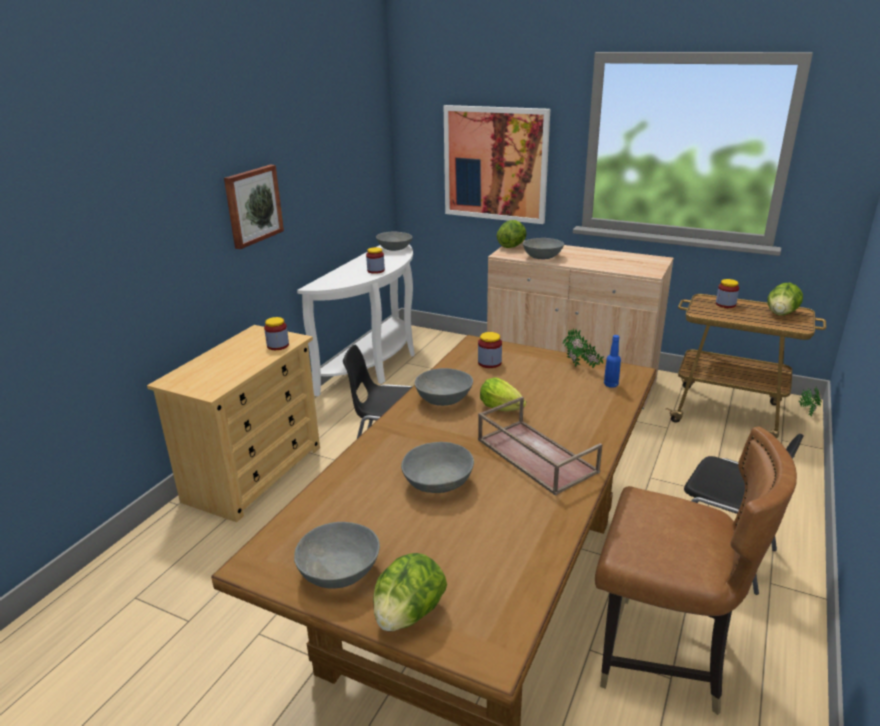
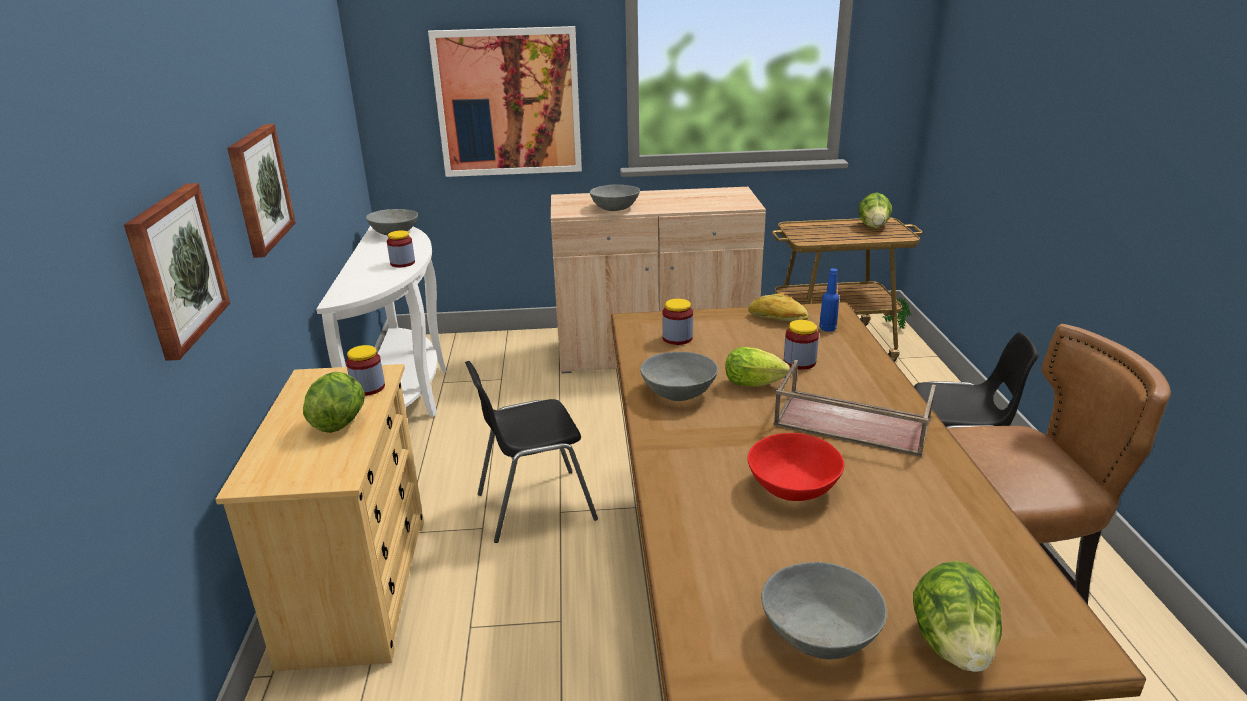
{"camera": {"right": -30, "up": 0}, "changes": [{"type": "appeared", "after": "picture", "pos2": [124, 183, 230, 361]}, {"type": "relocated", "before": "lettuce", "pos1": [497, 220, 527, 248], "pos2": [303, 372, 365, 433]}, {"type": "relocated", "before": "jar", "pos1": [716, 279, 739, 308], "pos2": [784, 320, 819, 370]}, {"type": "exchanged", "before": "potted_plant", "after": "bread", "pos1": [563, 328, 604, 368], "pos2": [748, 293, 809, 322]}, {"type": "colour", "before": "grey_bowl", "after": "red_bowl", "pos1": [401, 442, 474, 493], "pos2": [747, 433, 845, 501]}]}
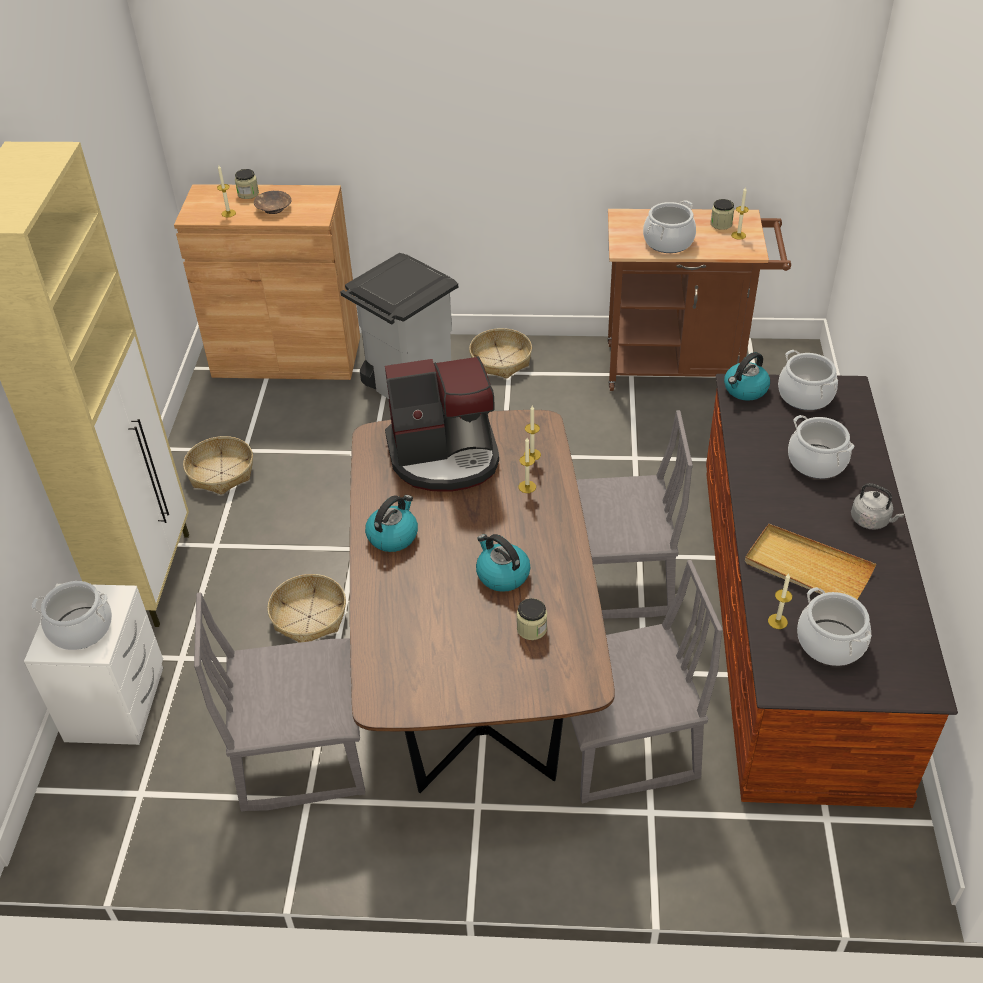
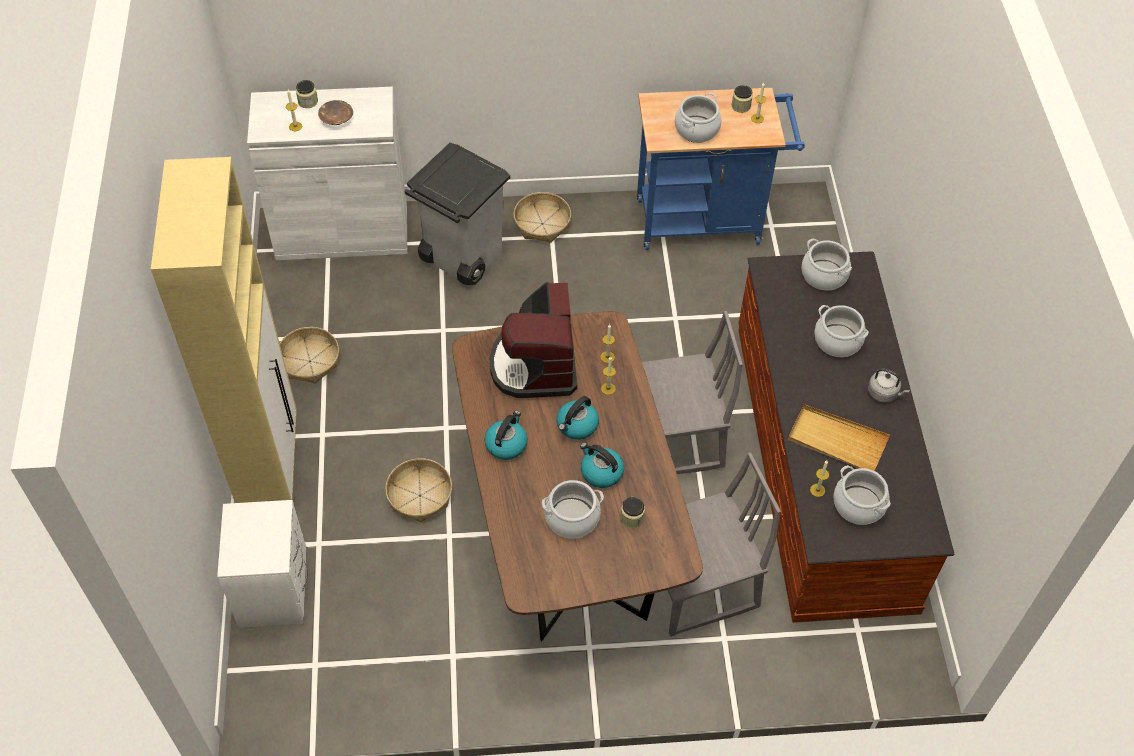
{"camera": {"right": -10, "up": 10}, "changes": [{"type": "missing", "before": "grey_chair", "pos1": [194, 592, 365, 812]}, {"type": "relocated", "before": "cooking_pot", "pos1": [32, 581, 112, 650], "pos2": [542, 480, 604, 539]}, {"type": "relocated", "before": "kettle", "pos1": [724, 352, 770, 401], "pos2": [556, 396, 599, 440]}, {"type": "colour", "before": "brown_cabinet", "after": "white_cabinet", "pos1": [174, 184, 360, 380], "pos2": [247, 87, 407, 260]}, {"type": "colour", "before": "brown_cart", "after": "blue_cart", "pos1": [608, 209, 791, 391], "pos2": [637, 88, 805, 250]}, {"type": "spun", "before": "coffee_machine", "pos1": [385, 356, 499, 492], "pos2": [490, 282, 577, 398], "turn": 105}]}
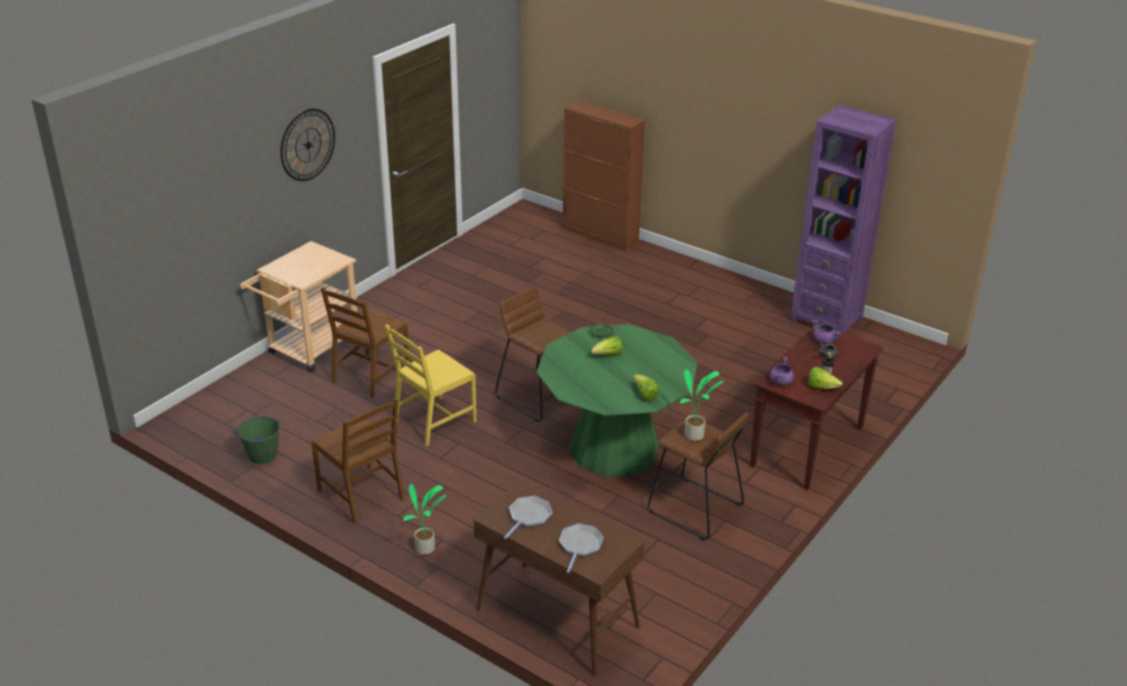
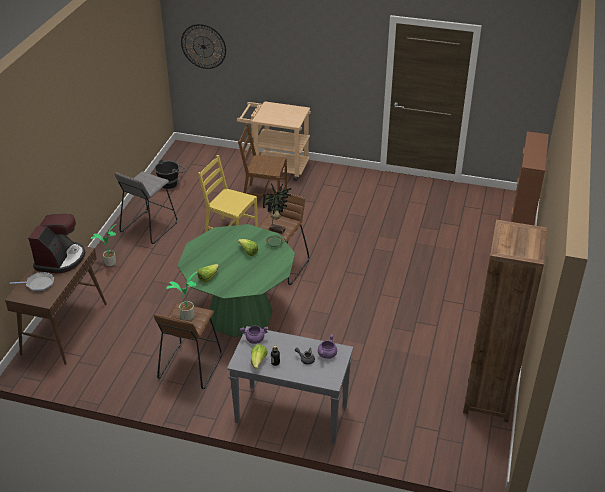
{"camera": {"right": 70, "up": 5}, "changes": [{"type": "appeared", "after": "potted_plant", "pos2": [263, 183, 291, 234]}, {"type": "relocated", "before": "wall_clock", "pos1": [281, 109, 335, 181], "pos2": [181, 24, 226, 69]}, {"type": "exchanged", "before": "brown_chair", "after": "grey_stool", "pos1": [311, 398, 405, 524], "pos2": [115, 171, 177, 244]}, {"type": "exchanged", "before": "frying_pan", "after": "coffee_machine", "pos1": [504, 496, 552, 539], "pos2": [28, 214, 85, 274]}, {"type": "colour", "before": "green_bucket", "after": "black_bucket", "pos1": [233, 416, 281, 464], "pos2": [154, 160, 186, 189]}, {"type": "colour", "before": "brown_console_table", "after": "grey_console_table", "pos1": [750, 324, 883, 491], "pos2": [227, 326, 353, 445]}, {"type": "colour", "before": "purple_bookcase", "after": "brown_bookcase", "pos1": [790, 105, 896, 333], "pos2": [463, 220, 547, 423]}]}
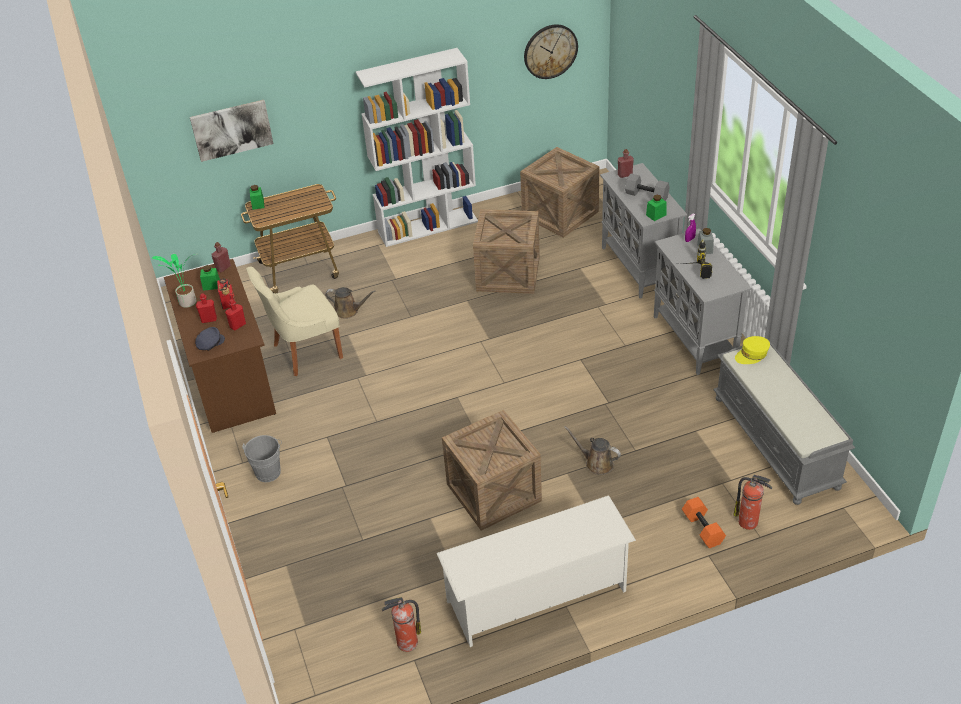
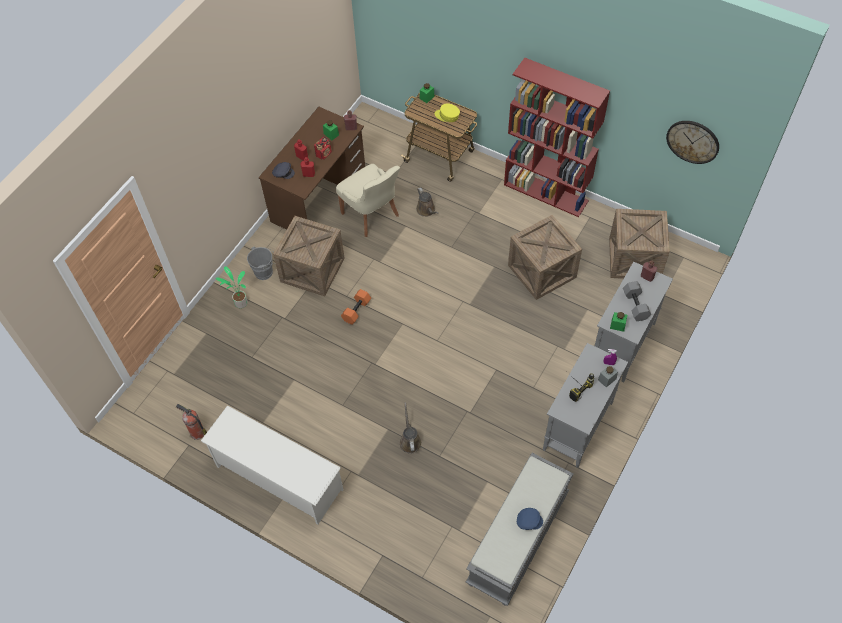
{"camera": {"right": 50, "up": 15}, "changes": [{"type": "missing", "before": "picture", "pos1": [190, 100, 274, 162]}, {"type": "missing", "before": "fire_extinguisher", "pos1": [734, 475, 772, 530]}, {"type": "appeared", "after": "blue_cap", "pos2": [517, 508, 543, 530]}, {"type": "relocated", "before": "potted_plant", "pos1": [152, 254, 196, 308], "pos2": [216, 266, 248, 308]}, {"type": "relocated", "before": "crate", "pos1": [442, 410, 542, 530], "pos2": [273, 216, 345, 296]}, {"type": "relocated", "before": "orange_dumbbell", "pos1": [682, 497, 726, 548], "pos2": [341, 289, 371, 325]}, {"type": "relocated", "before": "yellow_cap", "pos1": [735, 336, 770, 364], "pos2": [435, 103, 460, 122]}, {"type": "colour", "before": "white_bookcase", "after": "red_bookcase", "pos1": [356, 48, 478, 247], "pos2": [504, 58, 610, 217]}, {"type": "spun", "before": "beige_chair", "pos1": [246, 266, 343, 376], "pos2": [336, 164, 400, 237], "turn": -150}]}
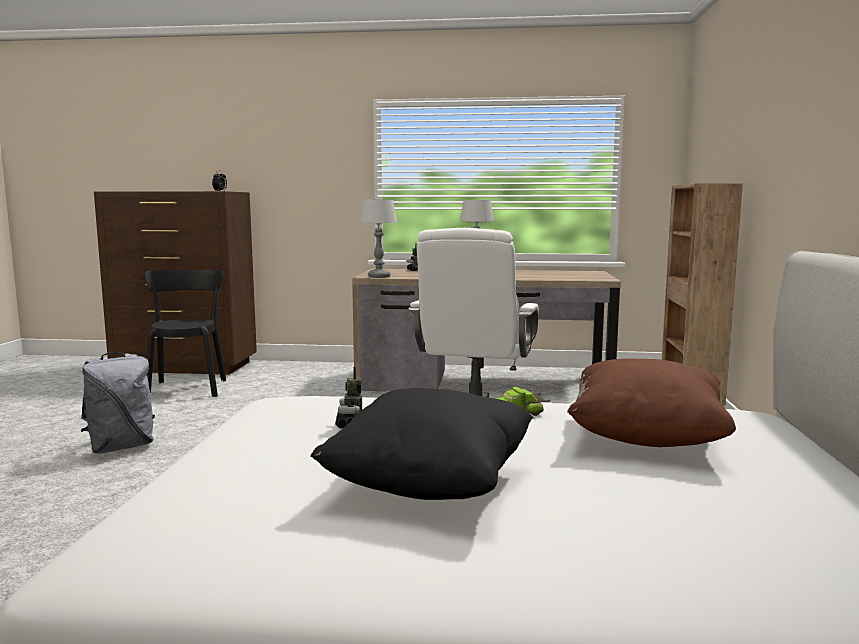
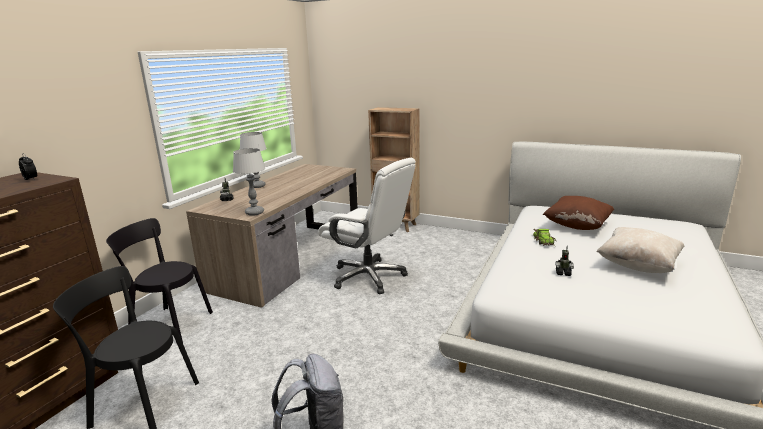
{"camera": {"right": -70, "up": 10}, "changes": [{"type": "appeared", "after": "black_chair", "pos2": [106, 218, 213, 343]}, {"type": "colour", "before": "black_pillow", "after": "beige_pillow", "pos1": [310, 388, 533, 500], "pos2": [596, 227, 684, 273]}]}
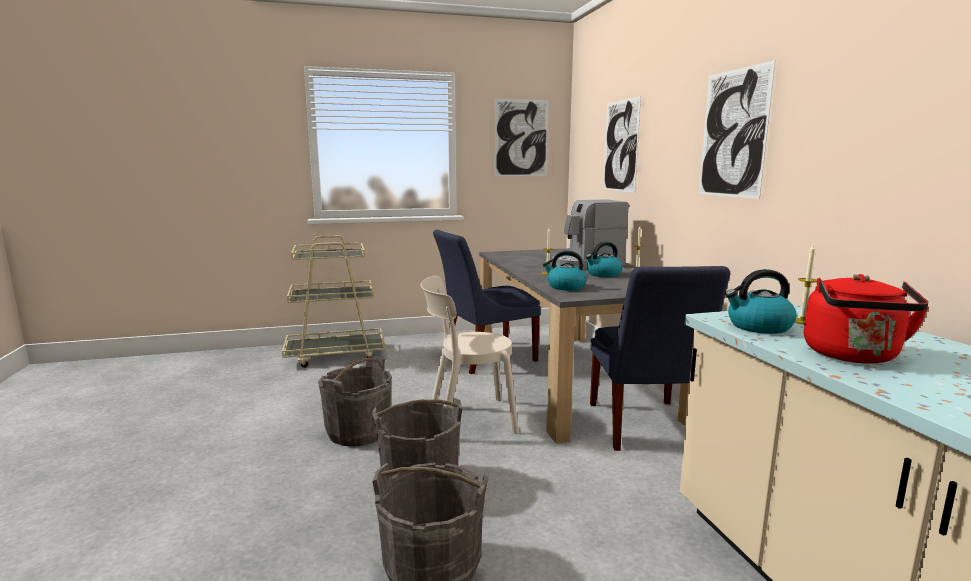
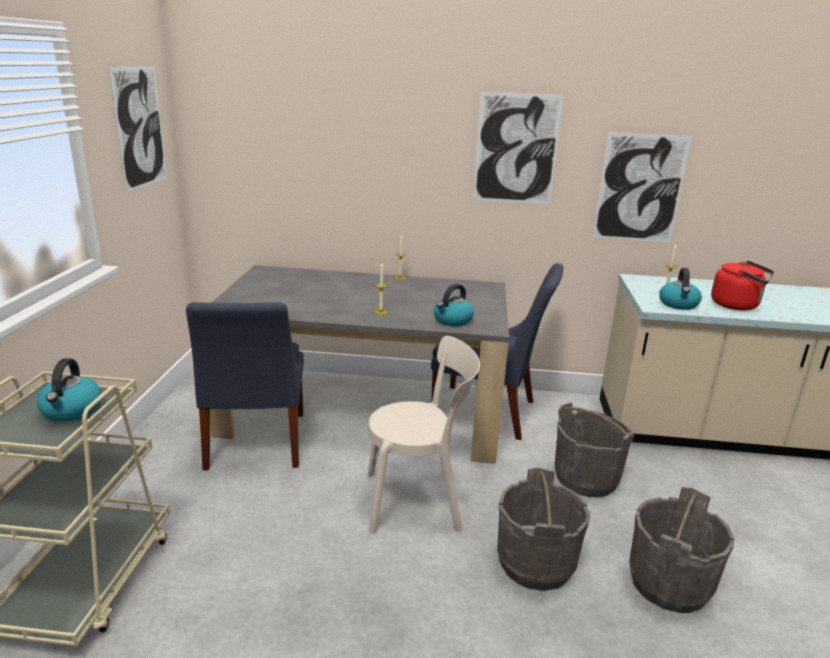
{"camera": {"right": -70, "up": 10}, "changes": [{"type": "missing", "before": "coffee_machine", "pos1": [552, 199, 629, 269]}, {"type": "relocated", "before": "grey_bucket", "pos1": [318, 356, 392, 446], "pos2": [555, 402, 636, 497]}, {"type": "relocated", "before": "kettle", "pos1": [586, 242, 623, 277], "pos2": [37, 358, 102, 422]}, {"type": "relocated", "before": "picture", "pos1": [603, 96, 641, 193], "pos2": [592, 132, 692, 242]}, {"type": "spun", "before": "beige_chair", "pos1": [421, 275, 519, 434], "pos2": [367, 336, 480, 534], "turn": -105}]}
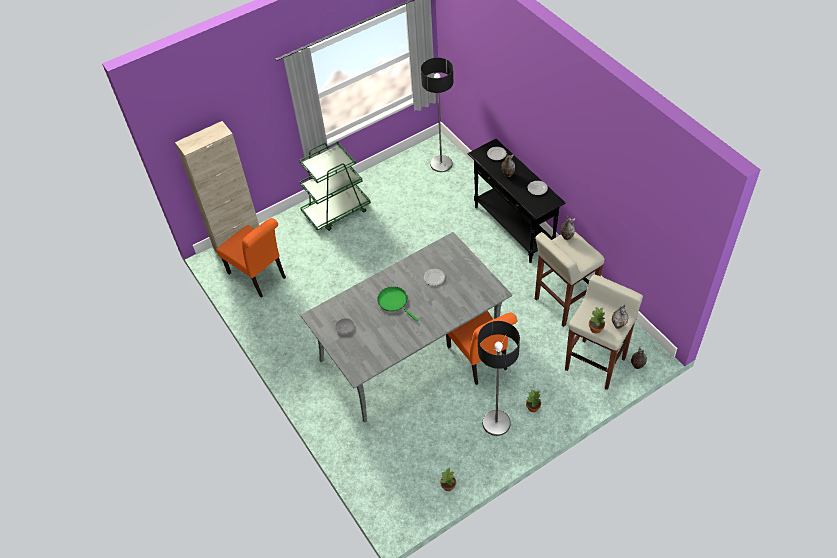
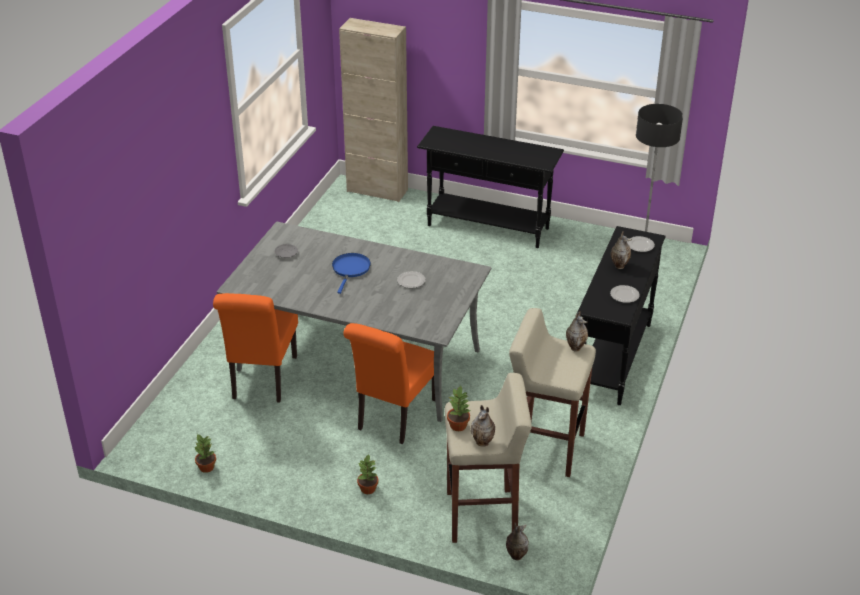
{"camera": {"right": 50, "up": -15}, "changes": [{"type": "missing", "before": "floor_lamp", "pos1": [478, 321, 520, 436]}, {"type": "relocated", "before": "orange_chair", "pos1": [216, 218, 286, 298], "pos2": [213, 293, 298, 403]}, {"type": "exchanged", "before": "green_cart", "after": "black_console_table", "pos1": [299, 141, 371, 231], "pos2": [417, 126, 564, 248]}, {"type": "colour", "before": "green_frying_pan", "after": "blue_frying_pan", "pos1": [377, 287, 419, 322], "pos2": [332, 253, 371, 294]}]}
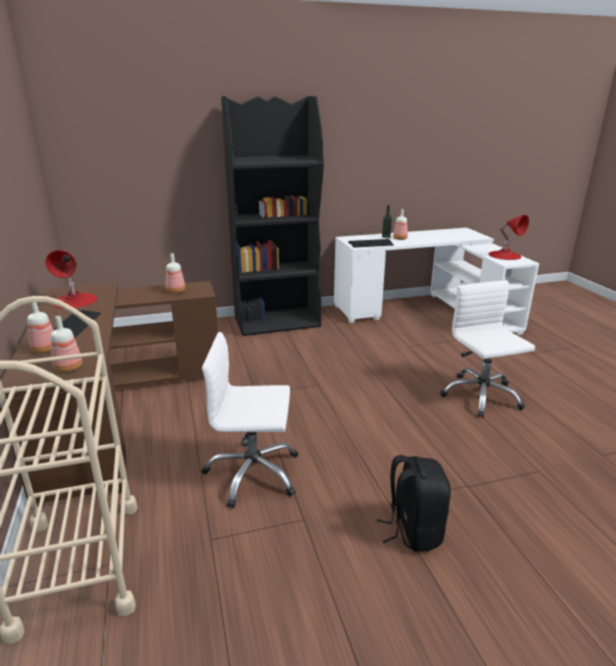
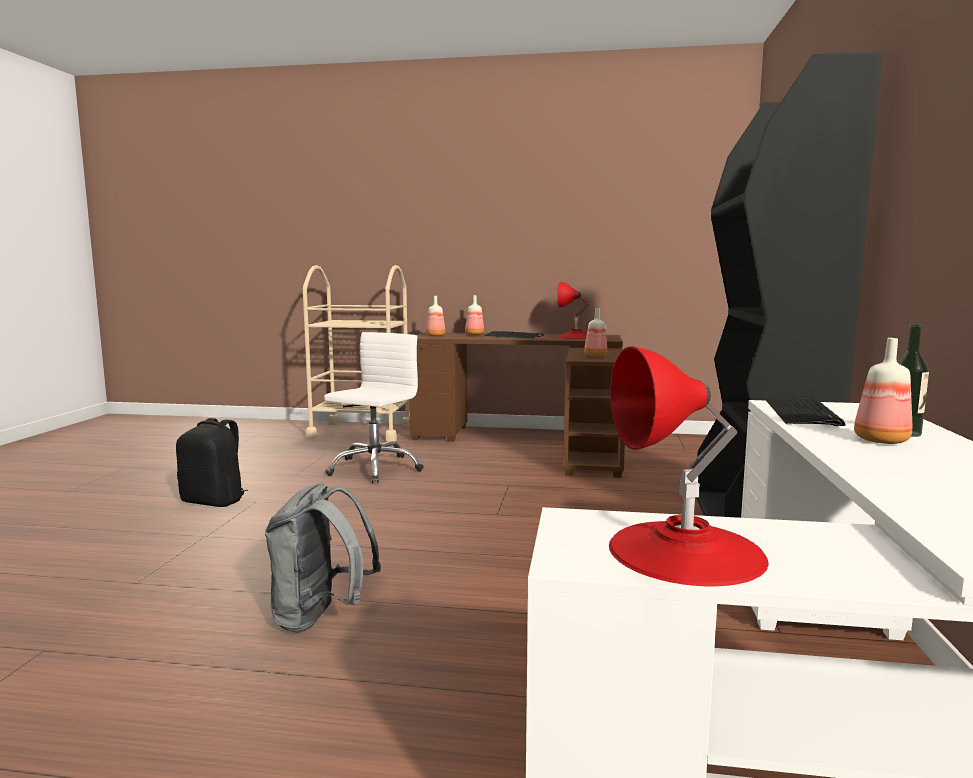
{"camera": {"right": 115, "up": -15}, "changes": [{"type": "exchanged", "before": "white_office_chair", "after": "grey_backpack", "pos1": [440, 280, 535, 418], "pos2": [265, 483, 381, 633]}]}
